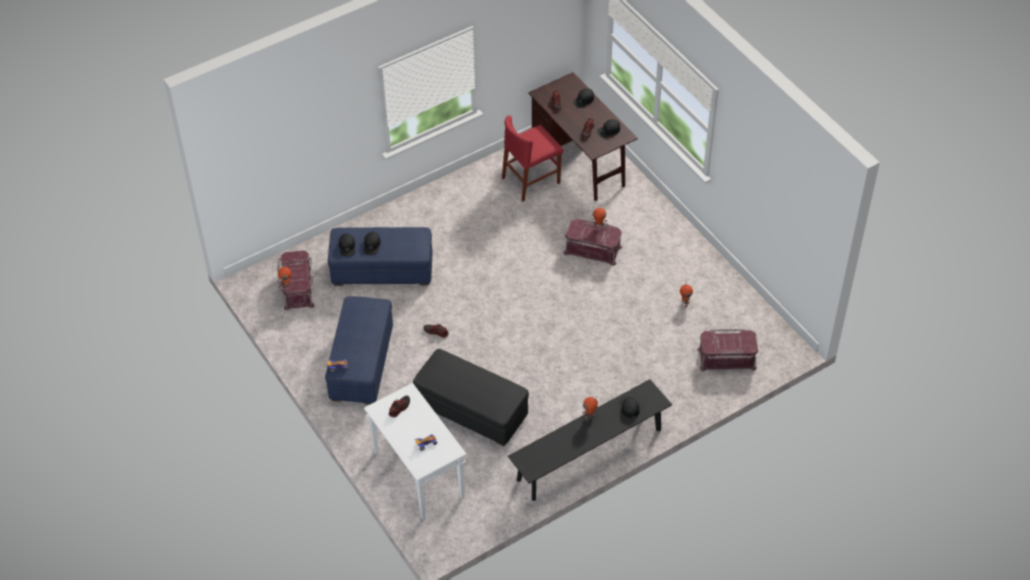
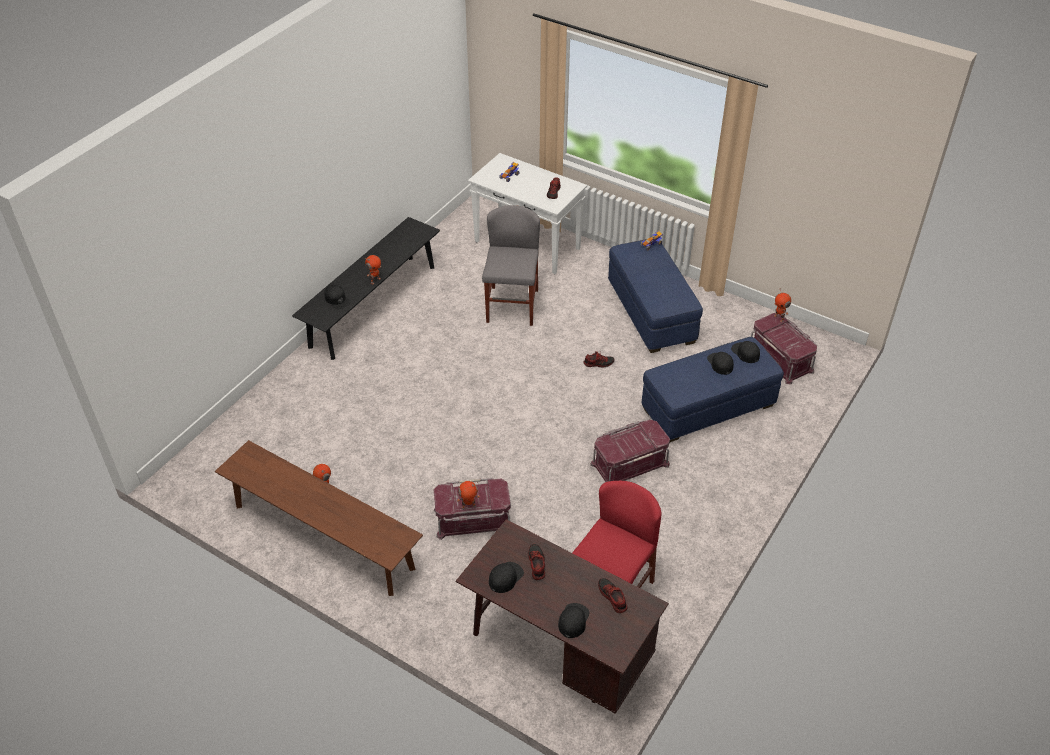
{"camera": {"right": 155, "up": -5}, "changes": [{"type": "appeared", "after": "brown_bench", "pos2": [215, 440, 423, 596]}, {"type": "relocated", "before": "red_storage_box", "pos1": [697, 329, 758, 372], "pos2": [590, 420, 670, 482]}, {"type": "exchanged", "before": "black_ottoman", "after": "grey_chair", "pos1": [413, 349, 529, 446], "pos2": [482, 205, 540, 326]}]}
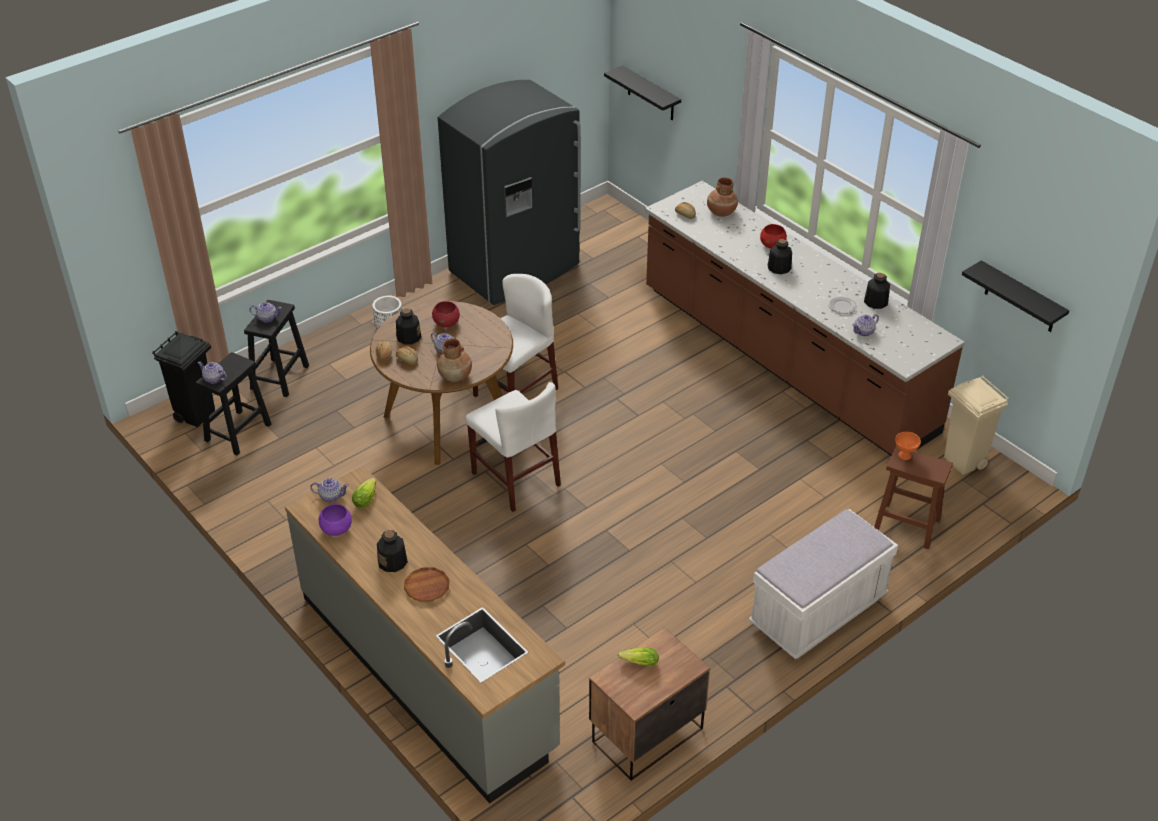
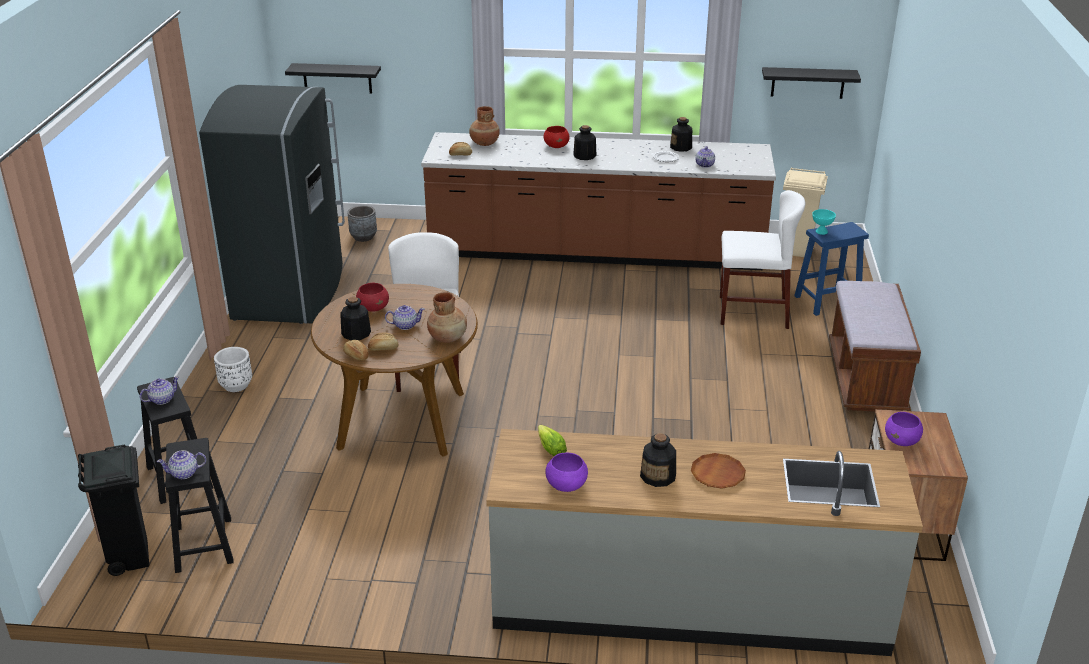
{"camera": {"right": -45, "up": -10}, "changes": [{"type": "missing", "before": "teapot", "pos1": [310, 478, 349, 502]}, {"type": "appeared", "after": "grey_planter", "pos2": [347, 205, 377, 242]}, {"type": "relocated", "before": "white_chair", "pos1": [465, 382, 561, 512], "pos2": [720, 190, 805, 329]}, {"type": "exchanged", "before": "lettuce", "after": "purple_bowl", "pos1": [618, 647, 659, 666], "pos2": [885, 412, 923, 446]}, {"type": "colour", "before": "white_bench", "after": "brown_bench", "pos1": [749, 509, 898, 659], "pos2": [829, 281, 921, 412]}, {"type": "colour", "before": "brown_stool", "after": "blue_stool", "pos1": [874, 446, 953, 549], "pos2": [794, 222, 869, 316]}, {"type": "colour", "before": "orange_bowl", "after": "turquoise_bowl", "pos1": [895, 432, 921, 460], "pos2": [812, 209, 836, 235]}]}
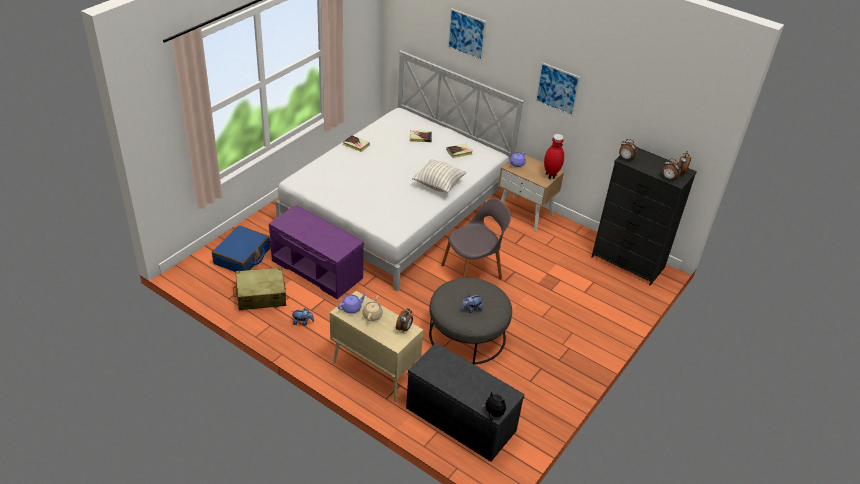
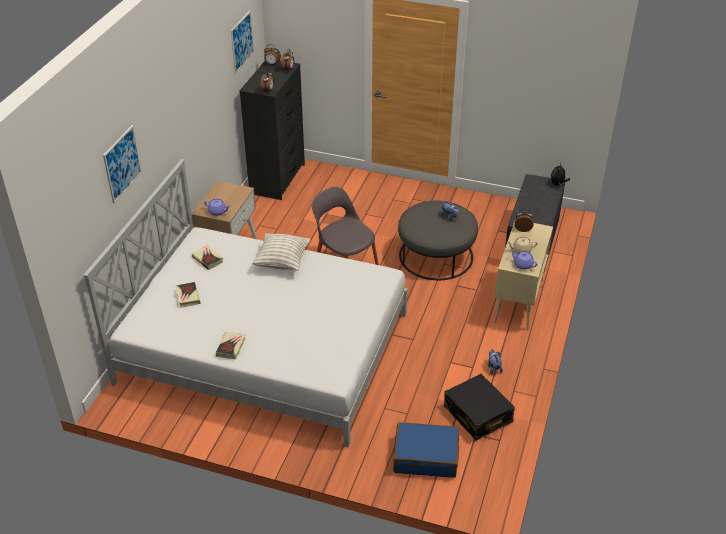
{"camera": {"right": -105, "up": 0}, "changes": [{"type": "missing", "before": "purple_bench", "pos1": [269, 205, 364, 299]}, {"type": "missing", "before": "red_vase", "pos1": [544, 134, 564, 179]}, {"type": "relocated", "before": "picture", "pos1": [535, 62, 581, 117], "pos2": [231, 10, 254, 74]}, {"type": "colour", "before": "beige_suitcase", "after": "black_suitcase", "pos1": [233, 267, 286, 310], "pos2": [444, 374, 515, 440]}]}
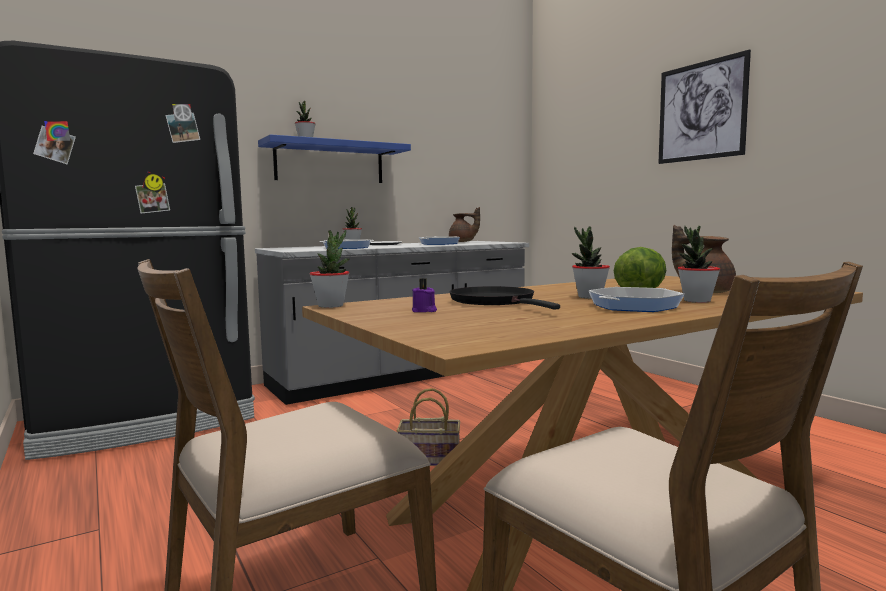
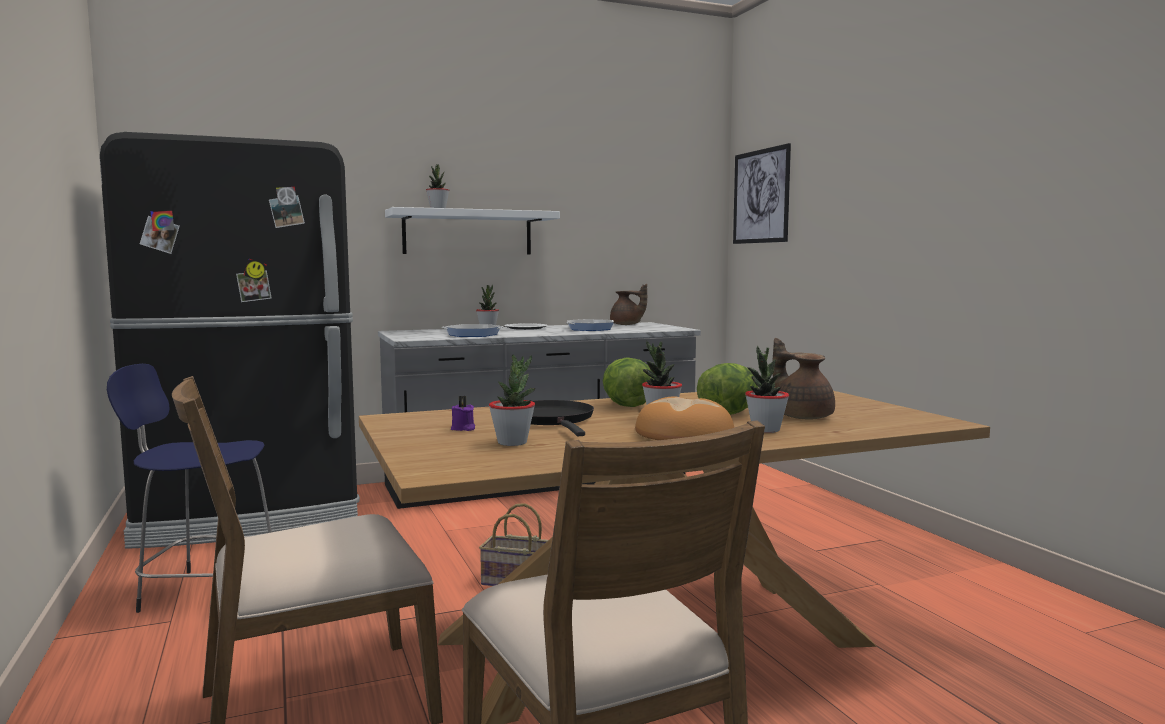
{"camera": {"right": 10, "up": 0}, "changes": [{"type": "appeared", "after": "blue_stool", "pos2": [107, 364, 272, 613]}, {"type": "appeared", "after": "lettuce", "pos2": [603, 358, 654, 407]}, {"type": "relocated", "before": "potted_plant", "pos1": [310, 230, 350, 308], "pos2": [489, 354, 535, 446]}, {"type": "relocated", "before": "picture", "pos1": [658, 49, 751, 164], "pos2": [733, 143, 791, 244]}, {"type": "exchanged", "before": "frying_pan", "after": "bread", "pos1": [589, 287, 685, 312], "pos2": [635, 396, 734, 440]}, {"type": "colour", "before": "blue_shelf", "after": "white_shelf", "pos1": [258, 134, 411, 183], "pos2": [385, 207, 560, 254]}]}
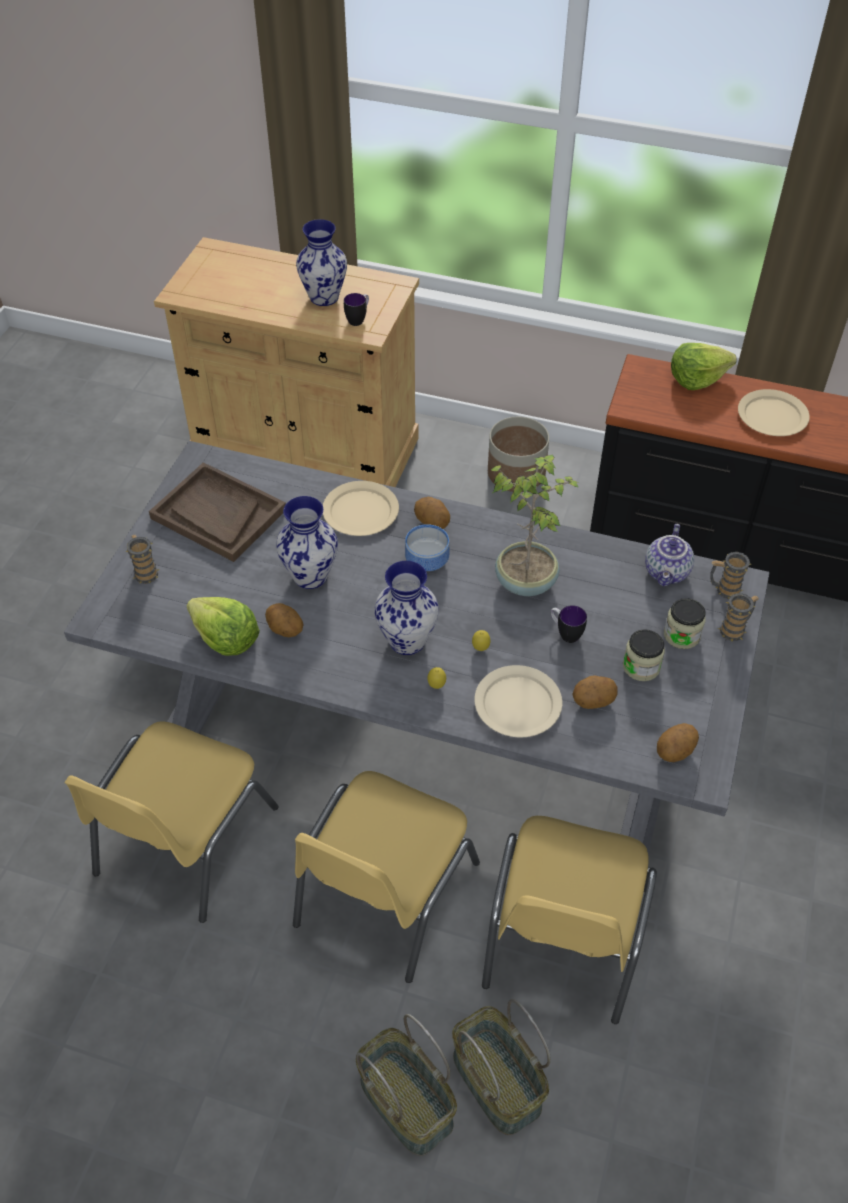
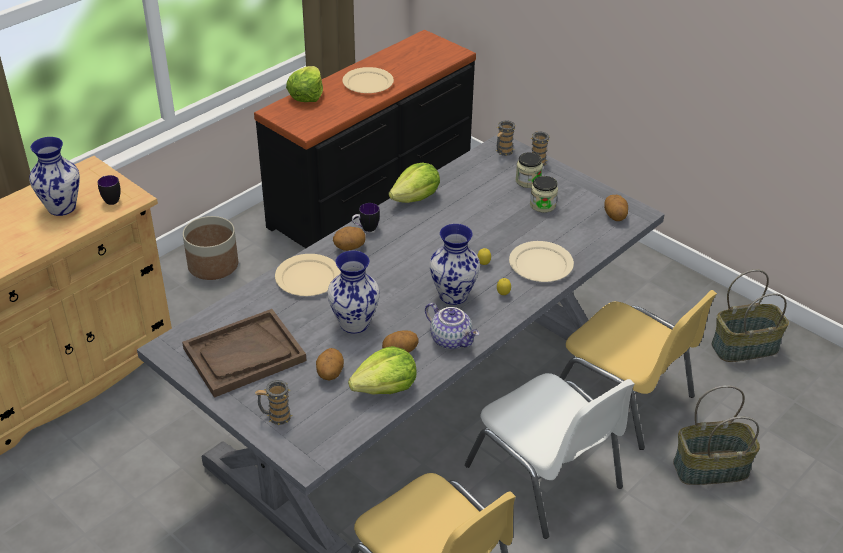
{"camera": {"right": -65, "up": -10}, "changes": [{"type": "missing", "before": "bowl", "pos1": [405, 524, 449, 571]}, {"type": "missing", "before": "potted_plant", "pos1": [491, 454, 579, 596]}, {"type": "appeared", "after": "lettuce", "pos2": [389, 163, 440, 203]}, {"type": "relocated", "before": "basket", "pos1": [356, 1014, 457, 1156], "pos2": [711, 270, 789, 362]}, {"type": "relocated", "before": "mug", "pos1": [550, 605, 587, 643], "pos2": [352, 203, 380, 232]}, {"type": "relocated", "before": "potato", "pos1": [572, 676, 617, 709], "pos2": [316, 348, 344, 381]}, {"type": "relocated", "before": "teapot", "pos1": [645, 524, 694, 586], "pos2": [425, 303, 479, 349]}, {"type": "colour", "before": "yellow_chair", "after": "white_chair", "pos1": [293, 771, 480, 983], "pos2": [465, 373, 635, 539]}]}
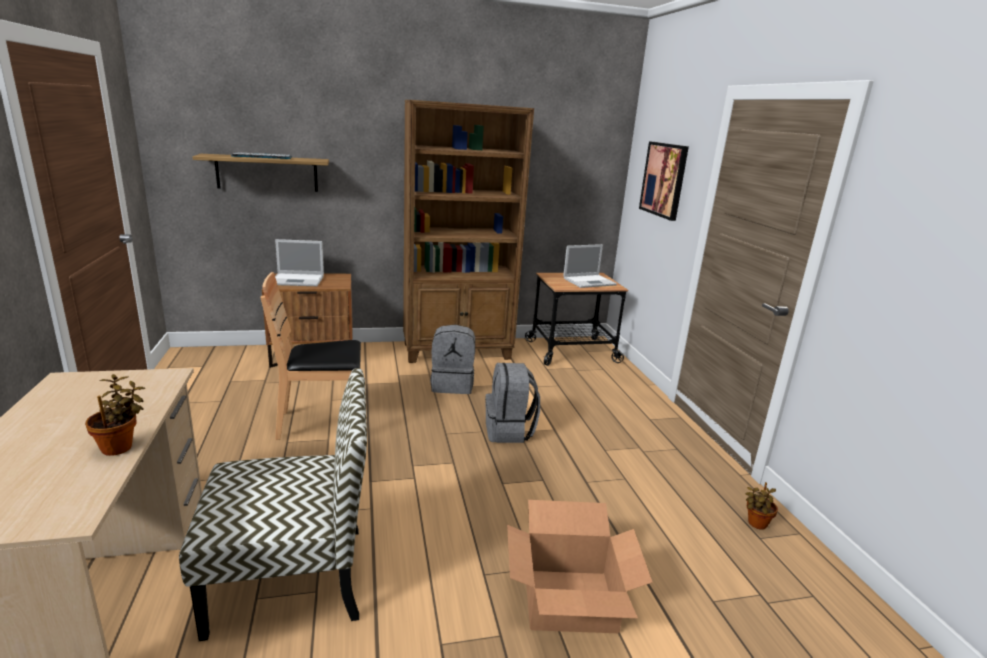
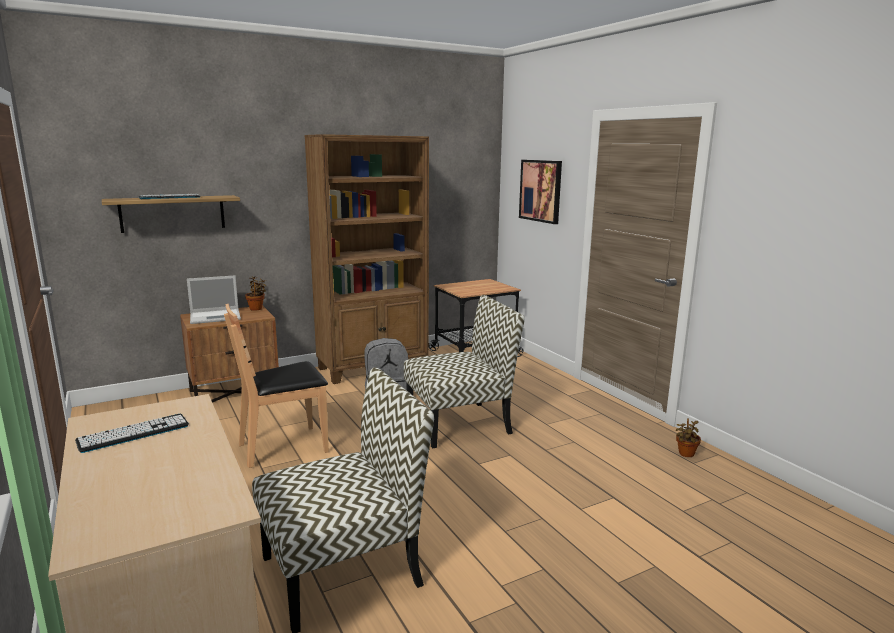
{"camera": {"right": -15, "up": -5}, "changes": [{"type": "missing", "before": "cardboard_box", "pos1": [507, 500, 653, 633]}, {"type": "missing", "before": "laptop", "pos1": [563, 244, 617, 288]}, {"type": "appeared", "after": "keyboard", "pos2": [75, 414, 189, 453]}, {"type": "relocated", "before": "potted_plant", "pos1": [85, 374, 145, 456], "pos2": [245, 276, 267, 311]}, {"type": "exchanged", "before": "grey_backpack", "after": "chair", "pos1": [485, 363, 540, 443], "pos2": [404, 295, 525, 449]}]}
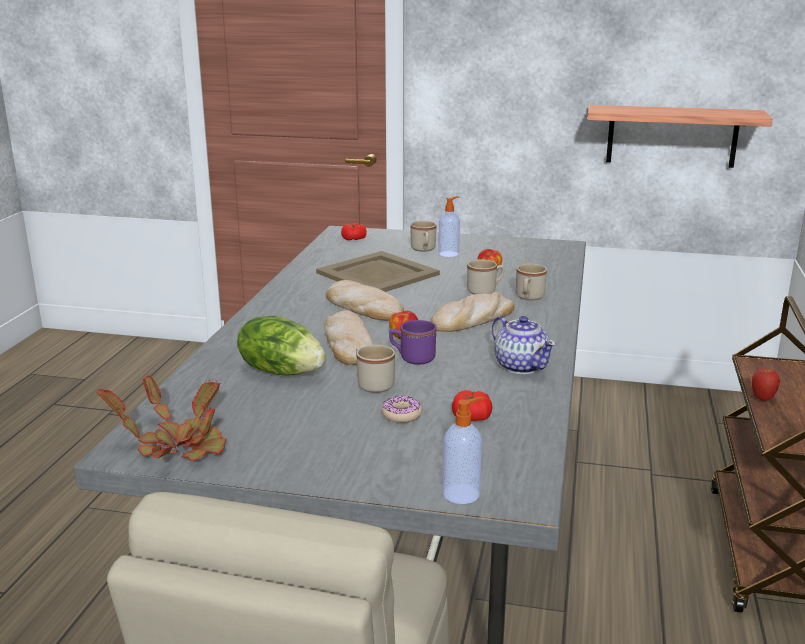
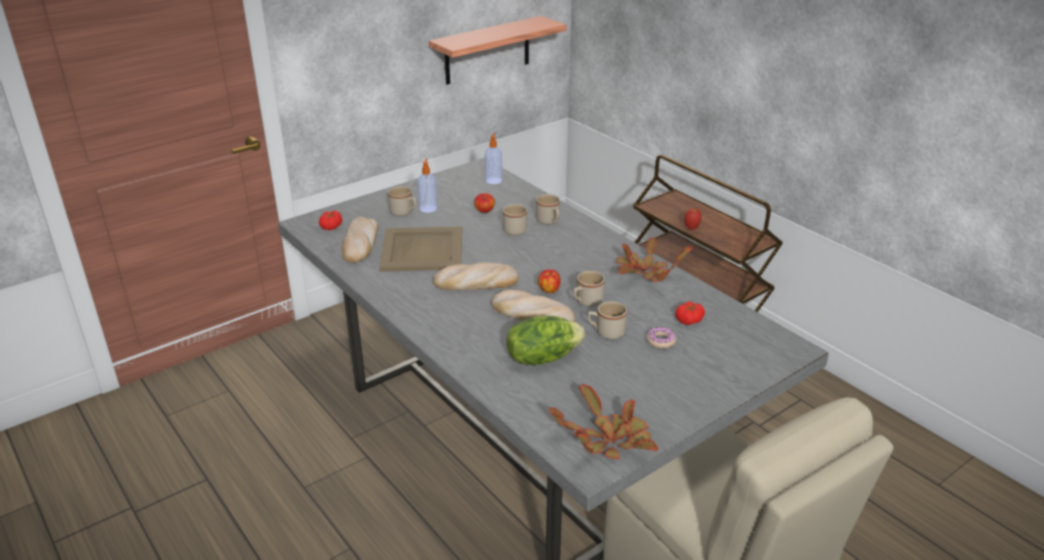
{"camera": {"right": -50, "up": 10}, "changes": [{"type": "relocated", "before": "bread", "pos1": [430, 292, 515, 332], "pos2": [341, 216, 378, 263]}, {"type": "relocated", "before": "soap_dispenser", "pos1": [443, 397, 484, 504], "pos2": [485, 133, 502, 184]}, {"type": "exchanged", "before": "teapot", "after": "potted_plant", "pos1": [492, 316, 556, 374], "pos2": [616, 237, 693, 282]}, {"type": "colour", "before": "purple_mug", "after": "beige_mug", "pos1": [389, 320, 437, 365], "pos2": [573, 271, 605, 307]}]}
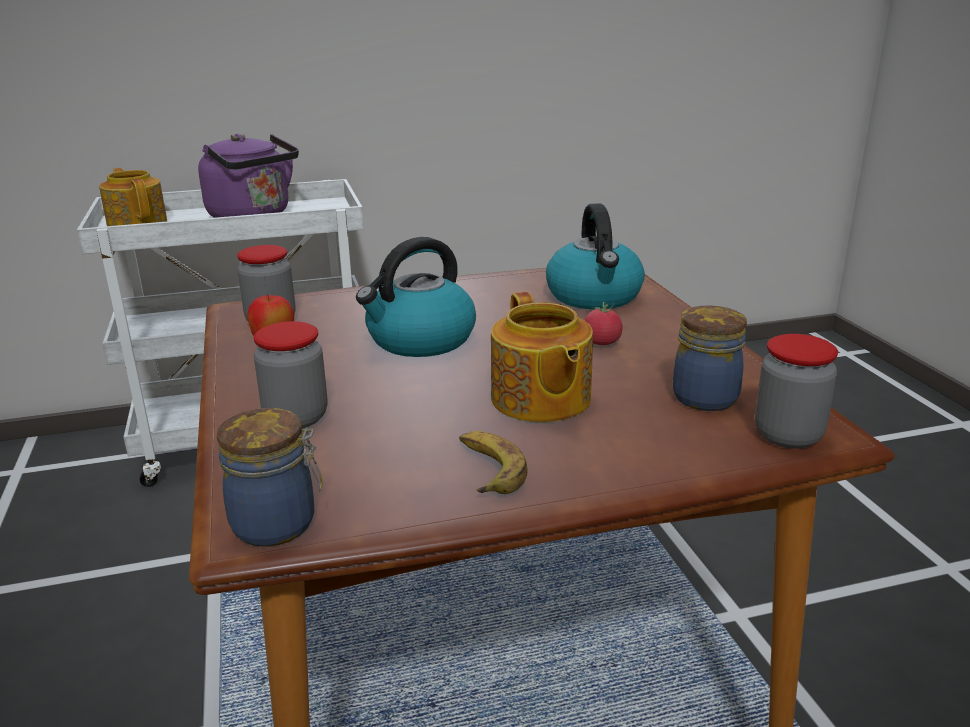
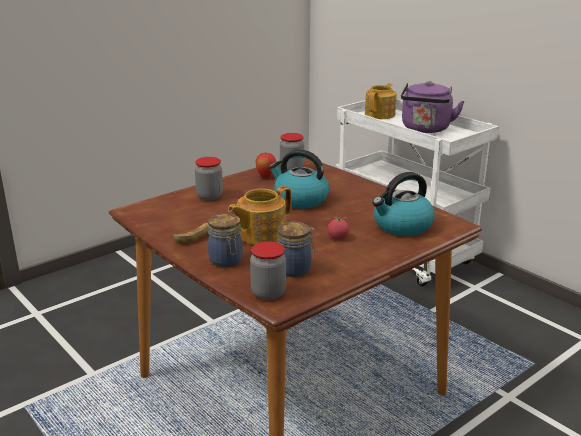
{"camera": {"right": 65, "up": 0}, "changes": [{"type": "relocated", "before": "jar", "pos1": [217, 408, 322, 547], "pos2": [208, 213, 243, 267]}]}
